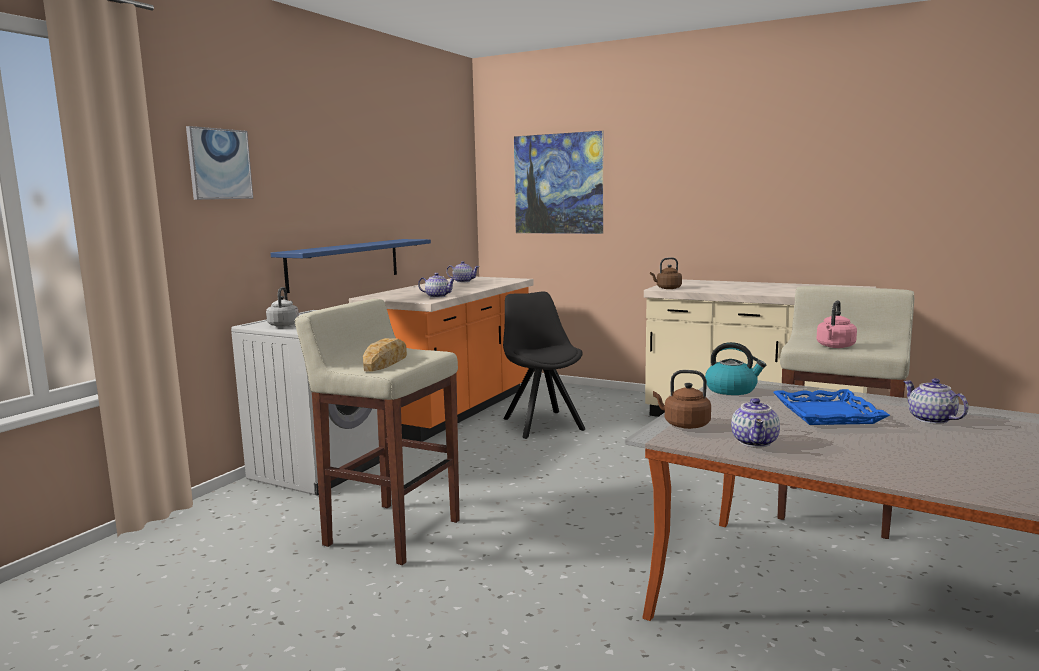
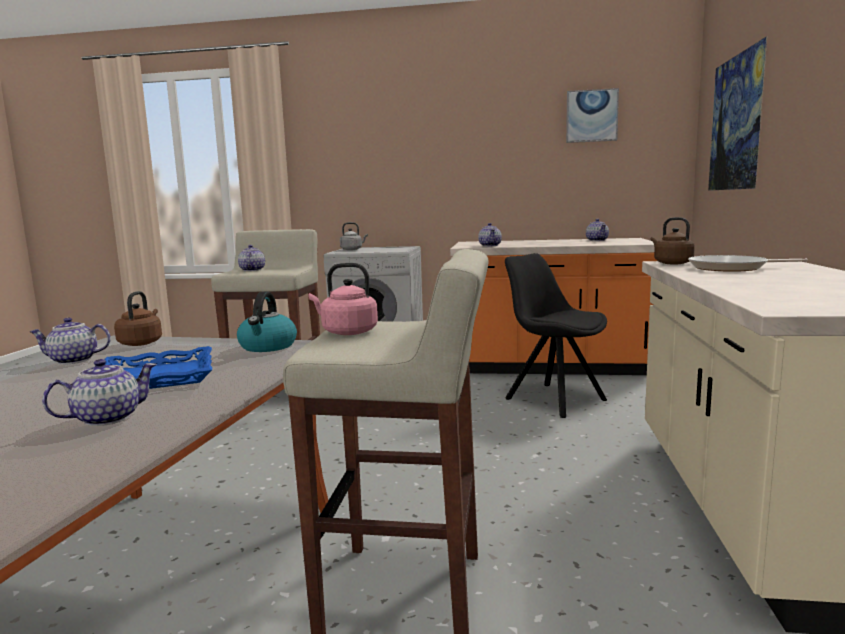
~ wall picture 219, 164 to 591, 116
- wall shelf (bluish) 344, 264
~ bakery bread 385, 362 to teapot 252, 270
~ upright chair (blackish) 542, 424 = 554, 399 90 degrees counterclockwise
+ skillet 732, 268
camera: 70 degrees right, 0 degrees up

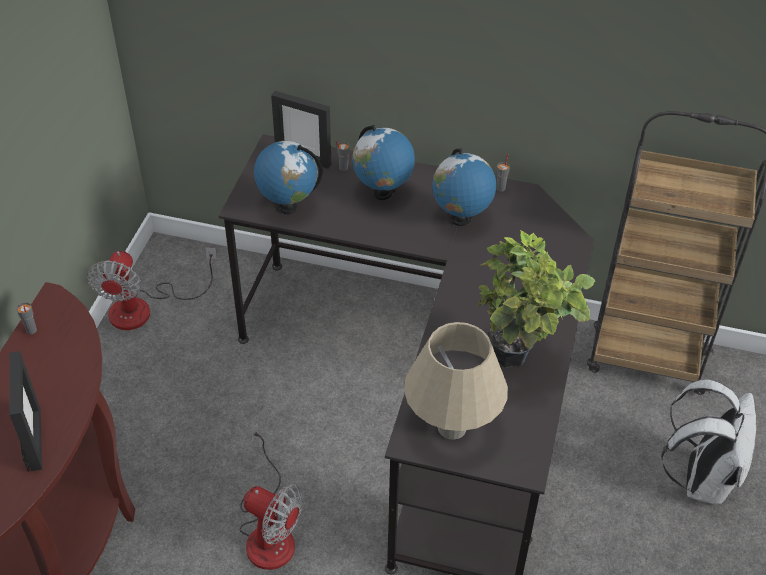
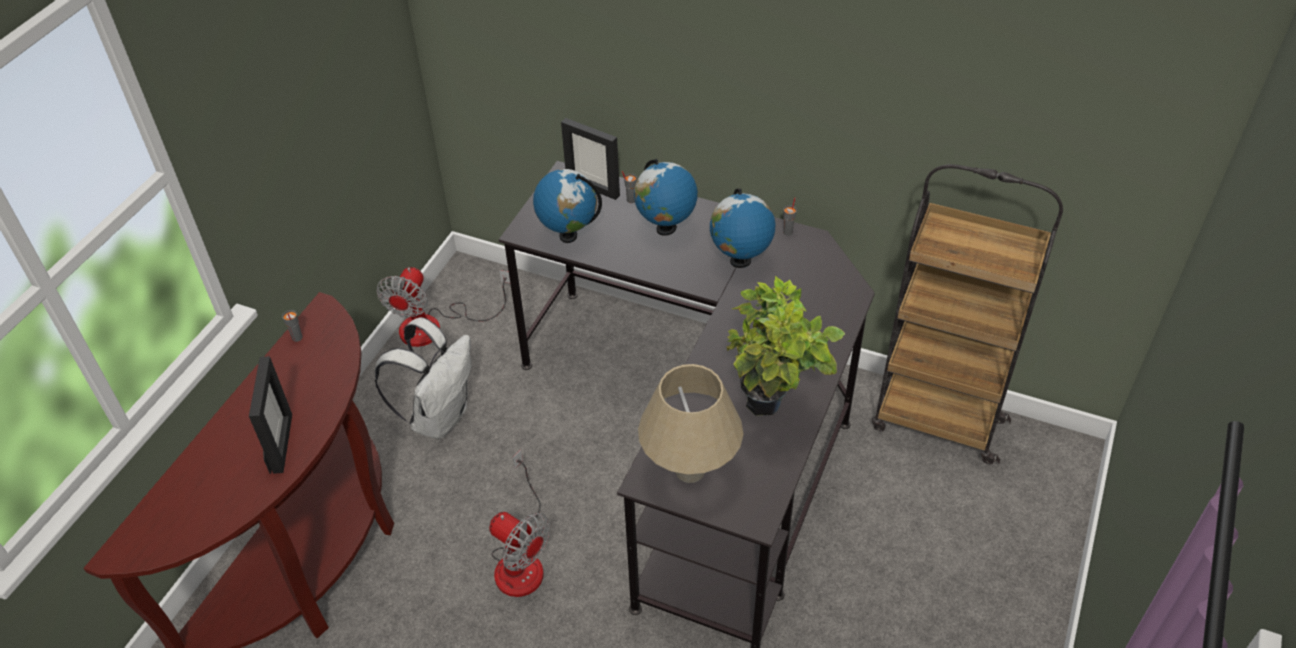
~ rucksack (whitish) 701, 478 to 439, 416
camera: 10 degrees right, 0 degrees up

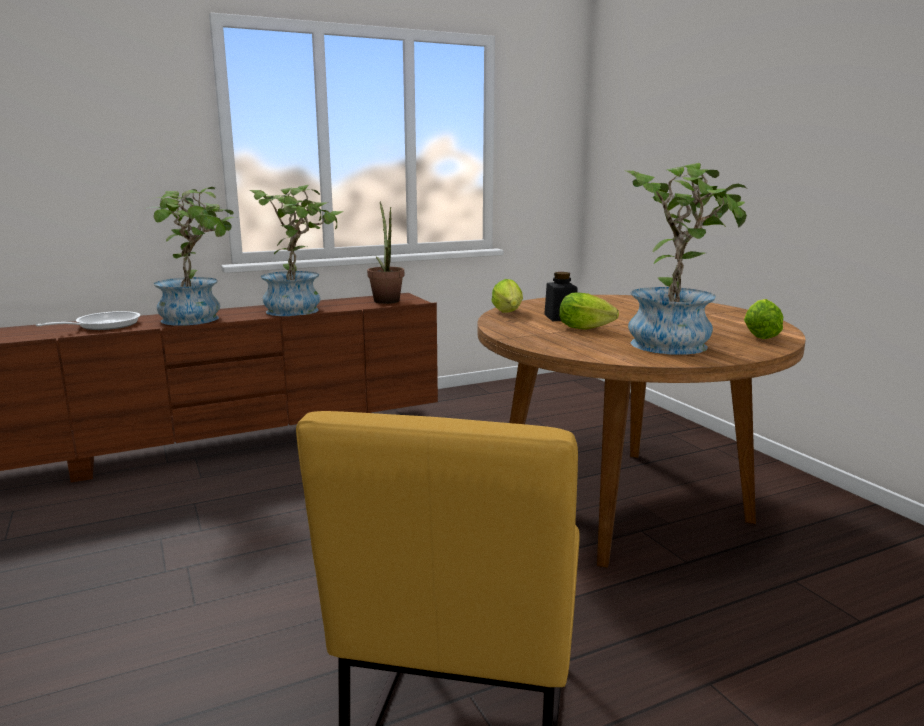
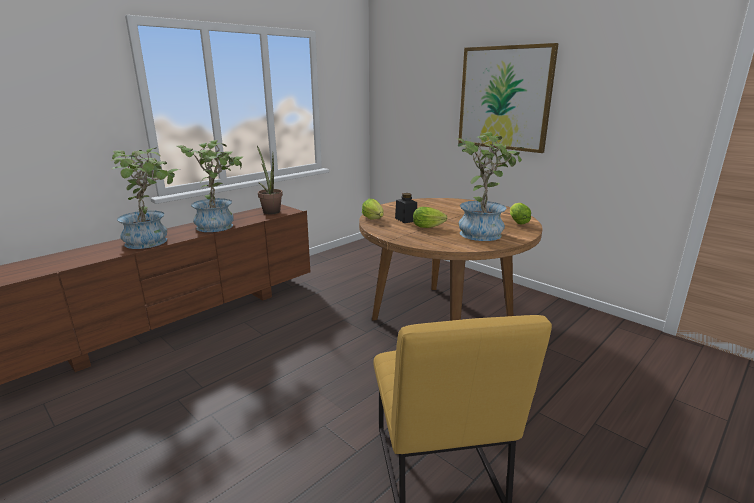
- skillet 103, 325
+ wall picture 504, 98
camera: 20 degrees left, 5 degrees up

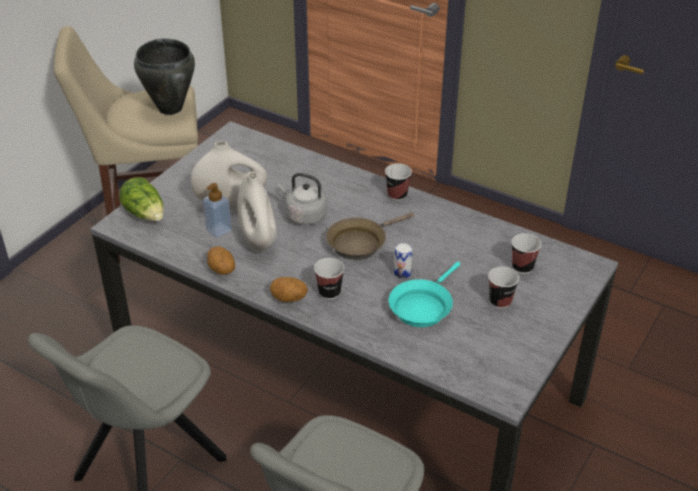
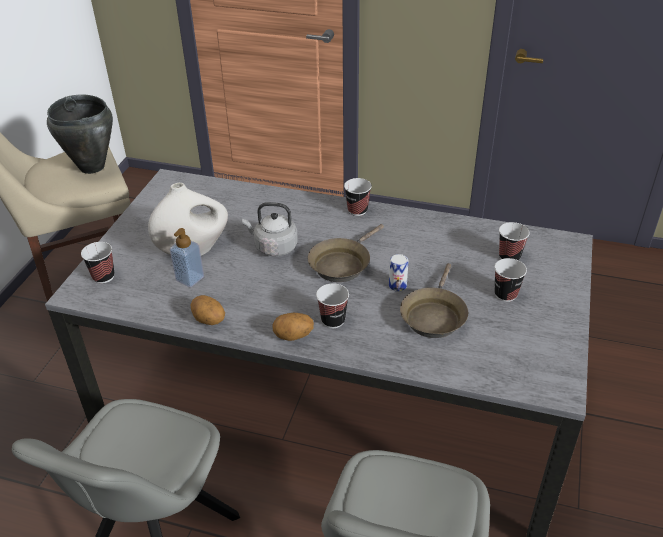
~ lettuce head 146, 214 to cup 103, 276
- flower vase (whitish) 258, 241
~ skillet (turquoise-coloured) 422, 306 to skillet (brown) 433, 315
camera: 15 degrees left, 0 degrees up

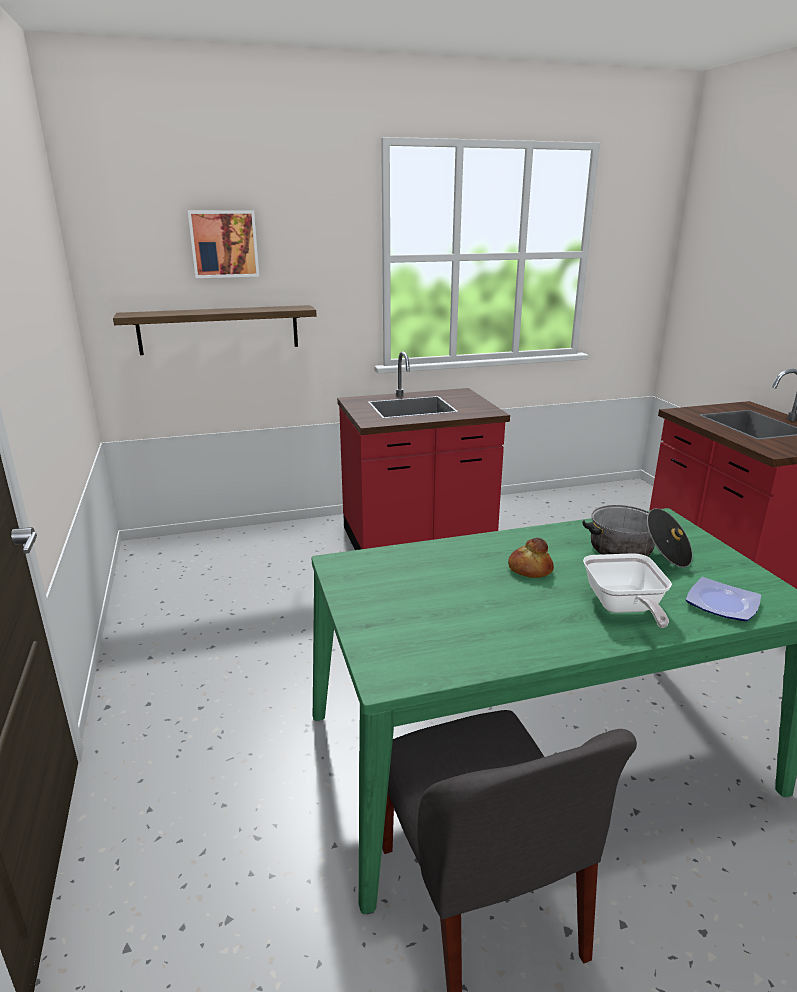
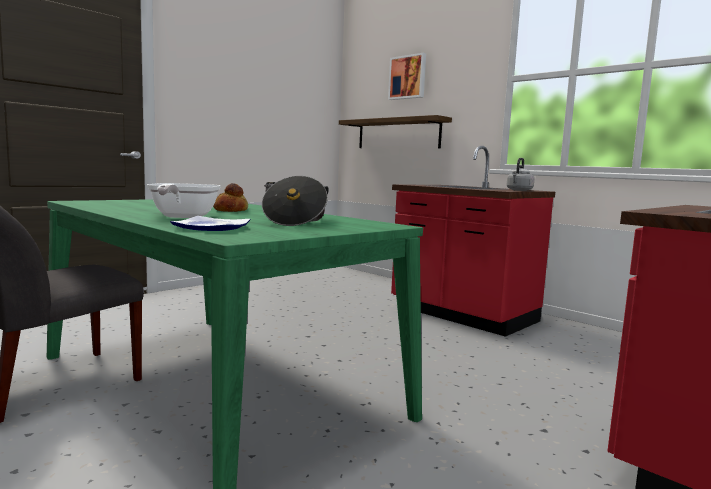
~ skillet 623, 608 = 182, 217 60 degrees counterclockwise
+ kettle (greyish) 519, 190
camera: 60 degrees right, 15 degrees down

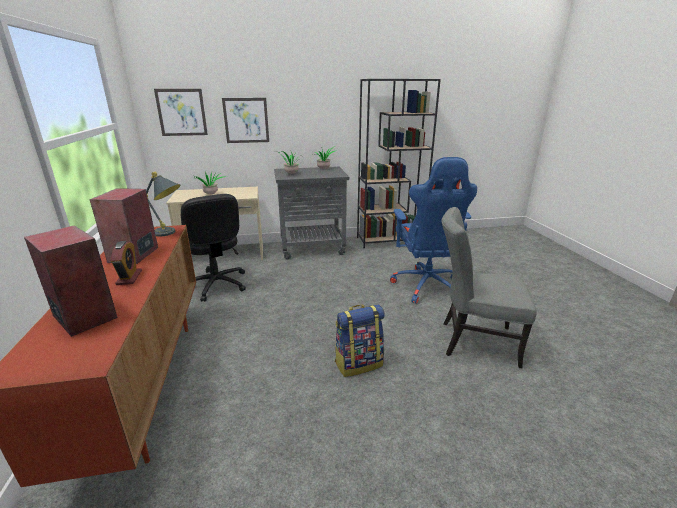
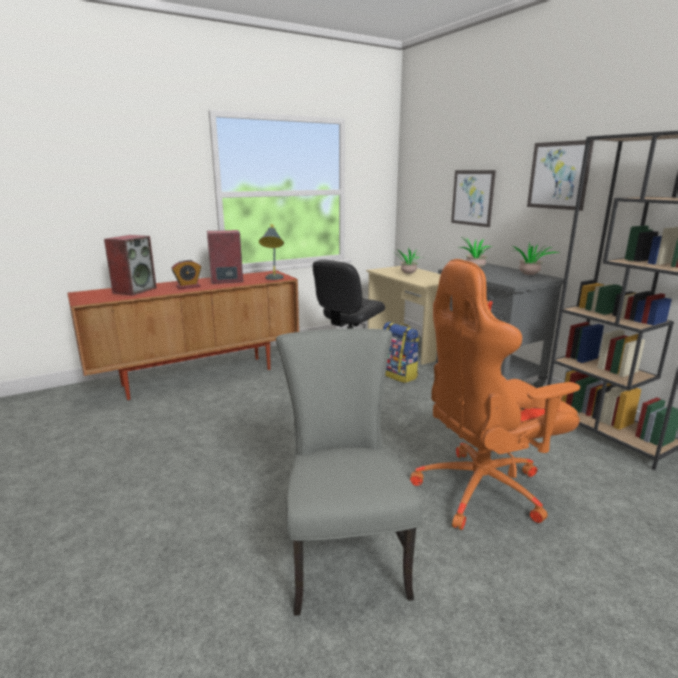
~ wall picture 181, 112 to 558, 175
~ rucksack 358, 363 to 399, 375
~ desk chair (bluish) 425, 283 to desk chair (orange-coloured) 488, 487
camera: 70 degrees right, 5 degrees down

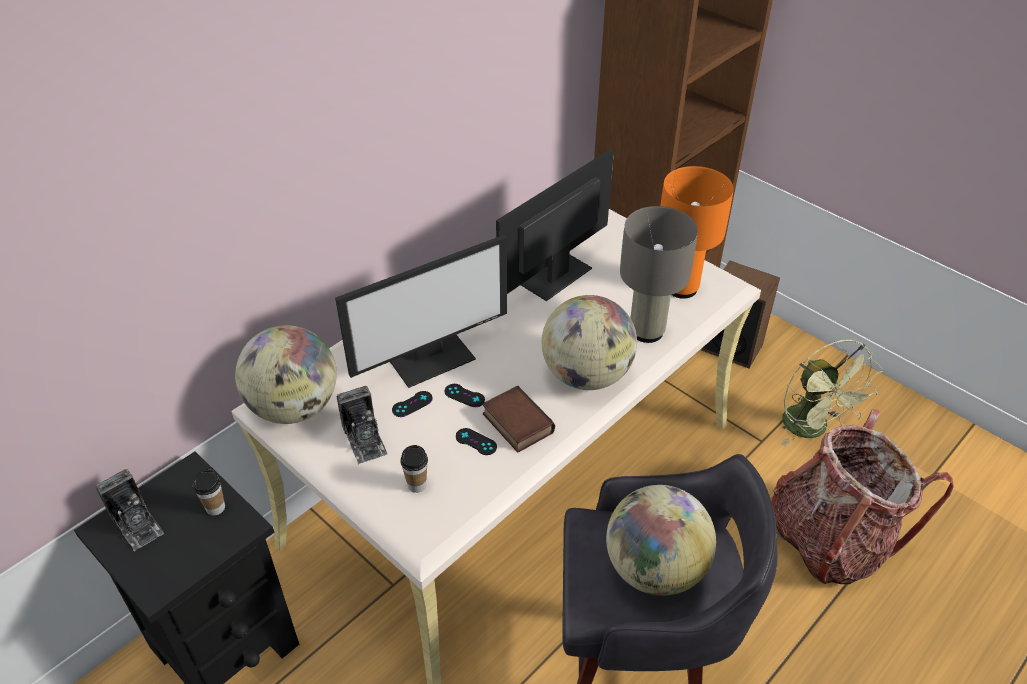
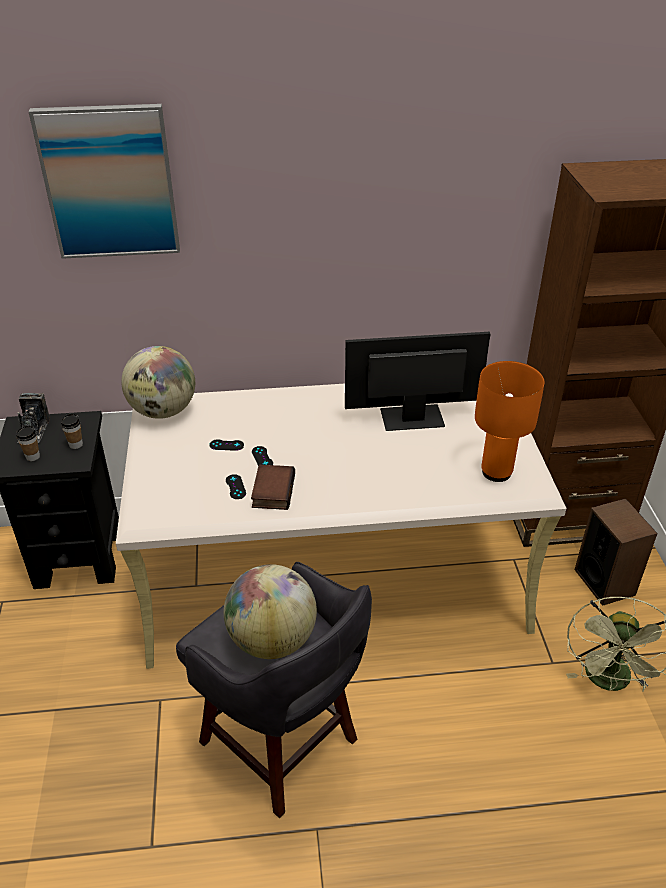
- computer screen 431, 358
- still camera 364, 439
~ cup 417, 485 to 33, 457
- desk globe 586, 375
- tabletop lamp (greyish) 647, 332
- rucksack 829, 539
+ wall picture 109, 182
camera: 40 degrees right, 5 degrees down

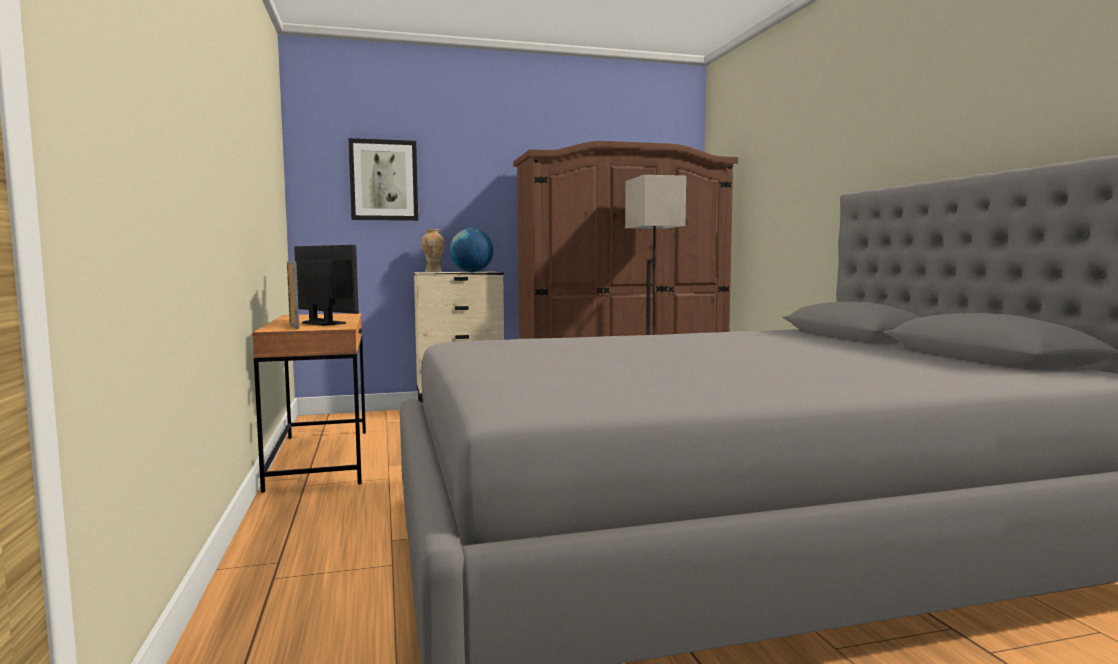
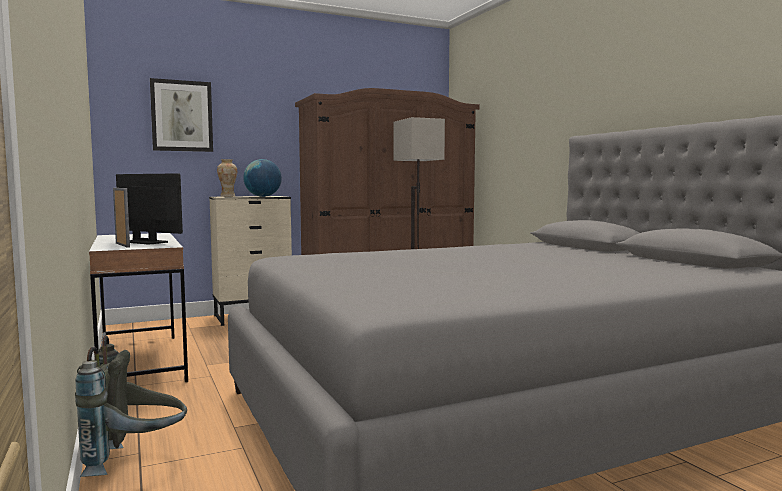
~ desk table (brown) 321, 458 to desk table (whitish) 141, 362
+ rucksack (greyish) 136, 461
camera: 10 degrees left, 0 degrees up

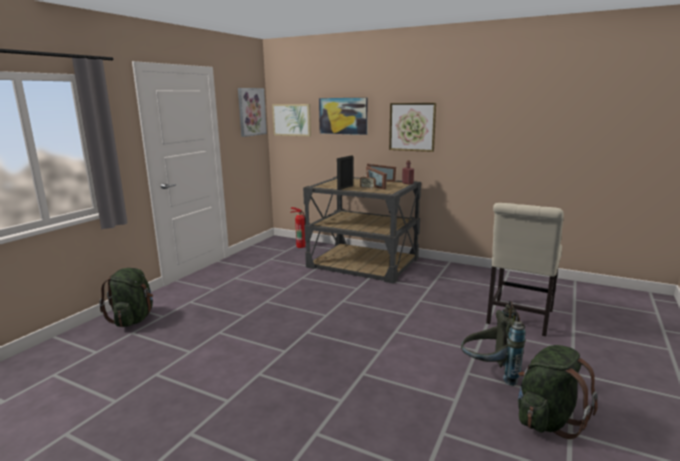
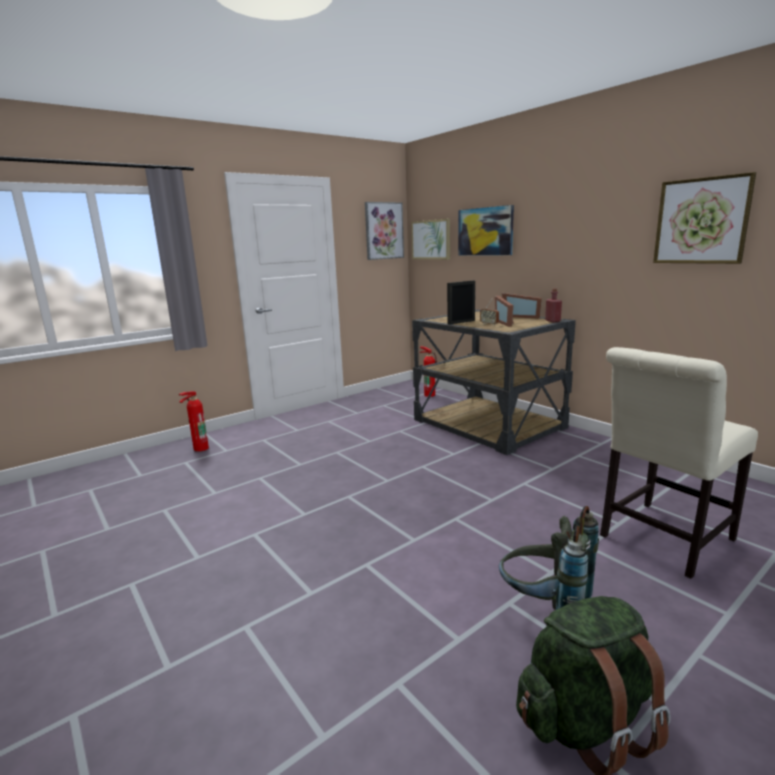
~ rucksack (green-coloured) 133, 319 to fire extinguisher 199, 449
~ wall picture 412, 127 to 701, 221
camera: 25 degrees right, 0 degrees up

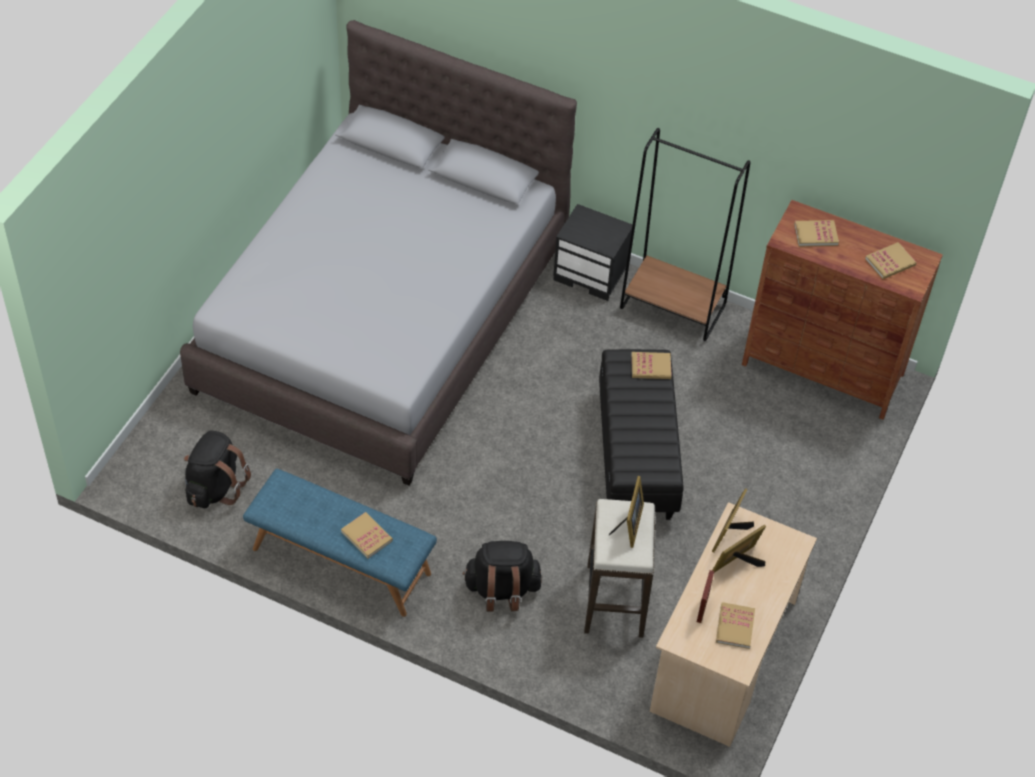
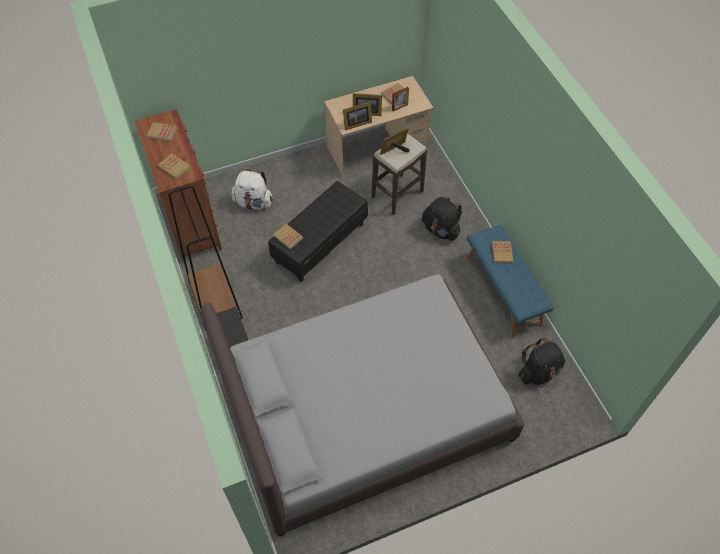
+ rucksack (whitish) 254, 202
camera: 135 degrees left, 5 degrees up

